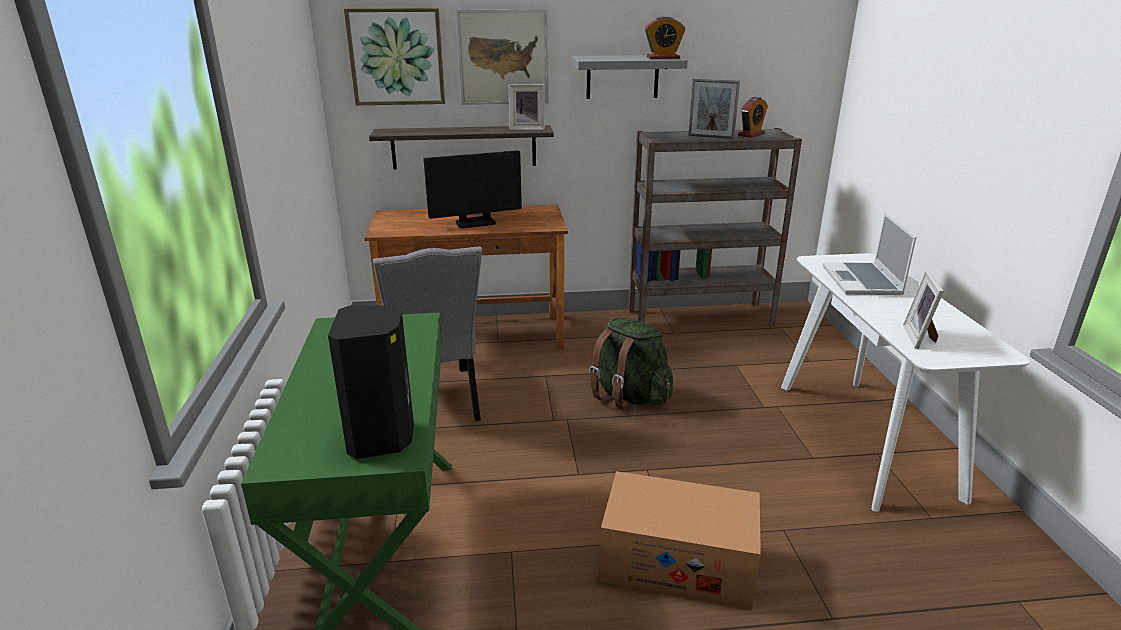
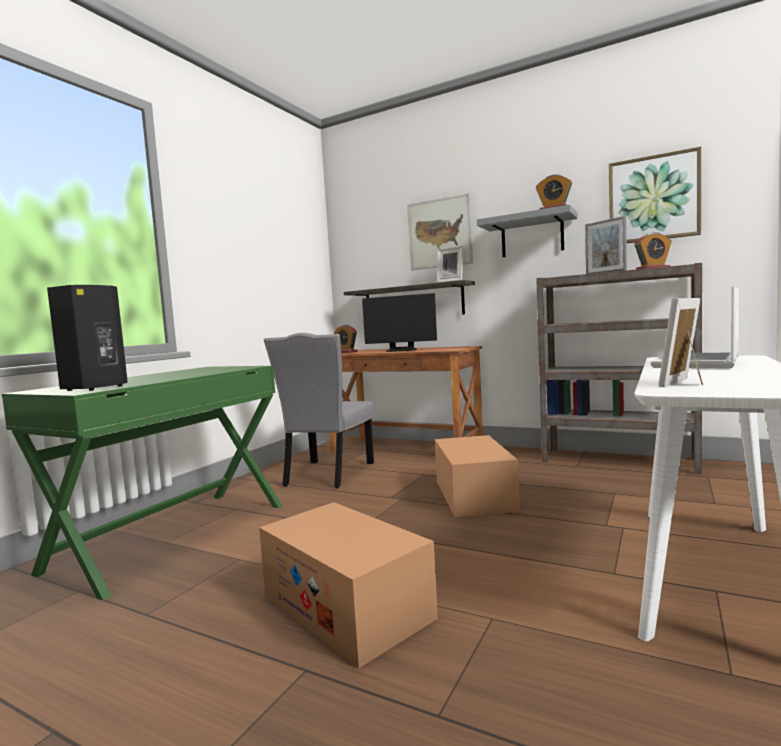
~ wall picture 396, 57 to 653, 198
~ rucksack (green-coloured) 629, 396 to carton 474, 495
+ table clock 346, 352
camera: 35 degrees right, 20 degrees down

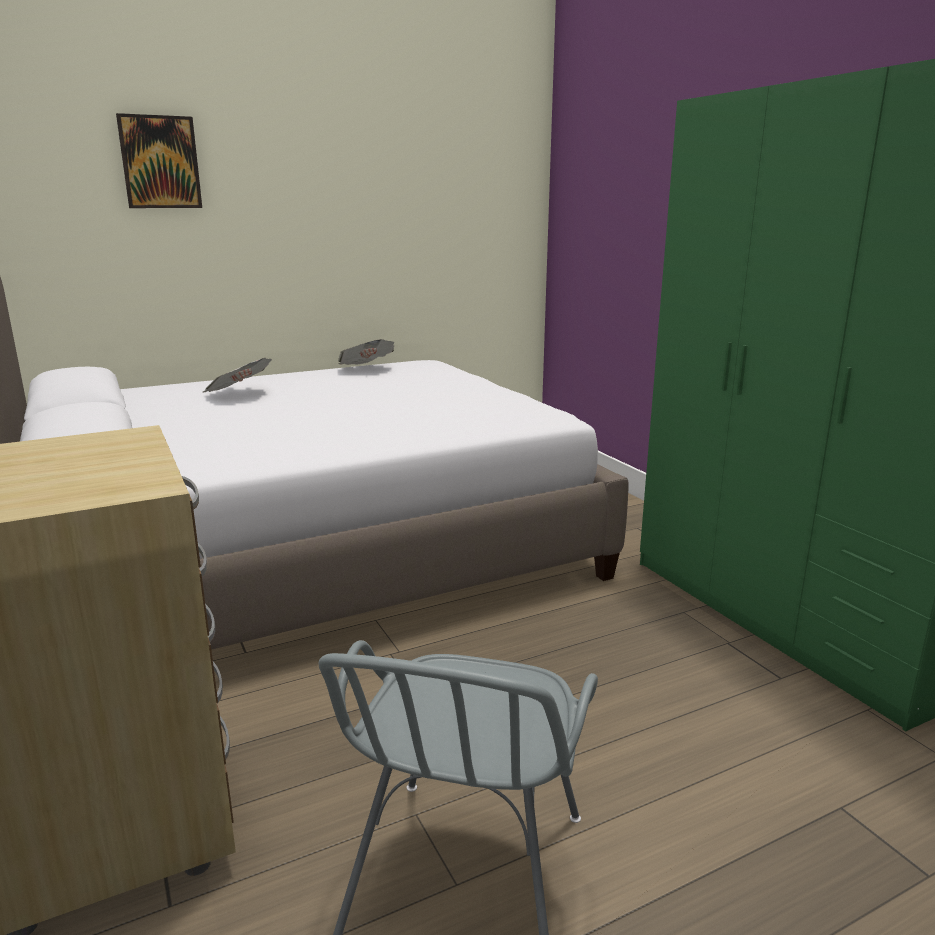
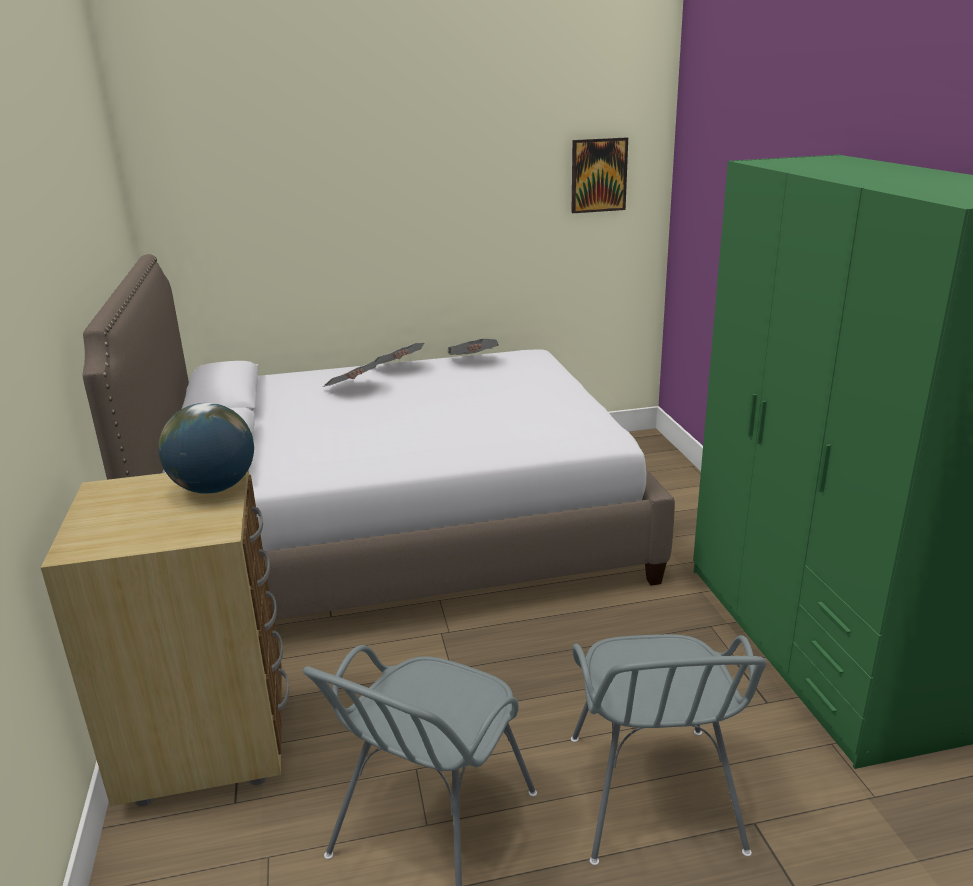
~ wall picture 160, 162 to 598, 175
+ desk globe 215, 488
+ newspaper 398, 368
+ upright chair (greyish) 654, 798
camera: 15 degrees right, 5 degrees up

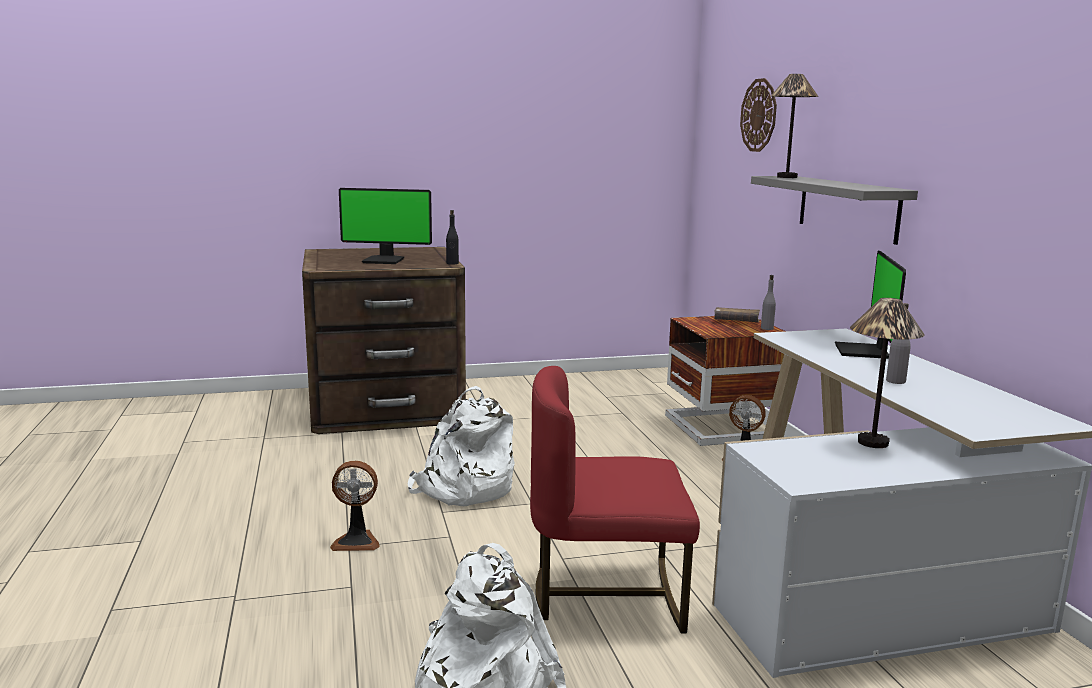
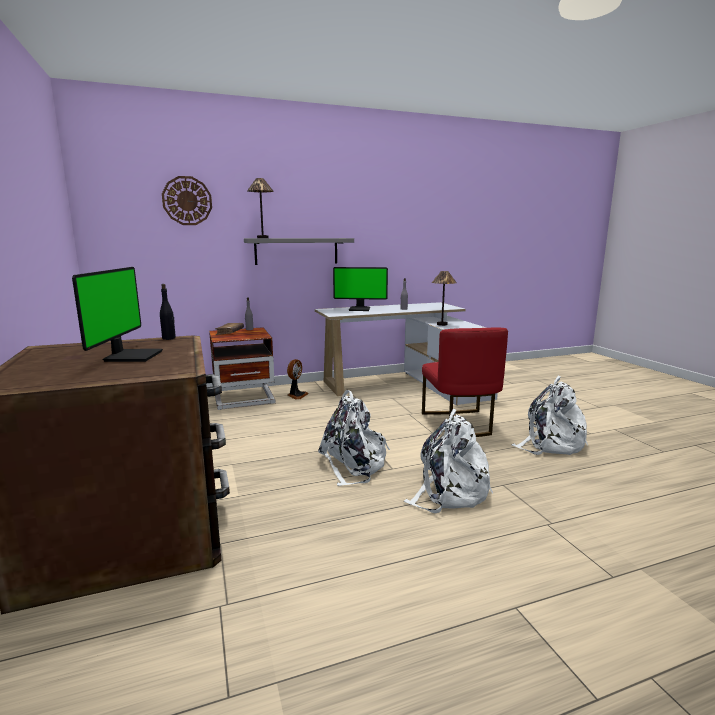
~ fan 357, 541 to rucksack (whitish) 449, 492
camera: 95 degrees left, 0 degrees up

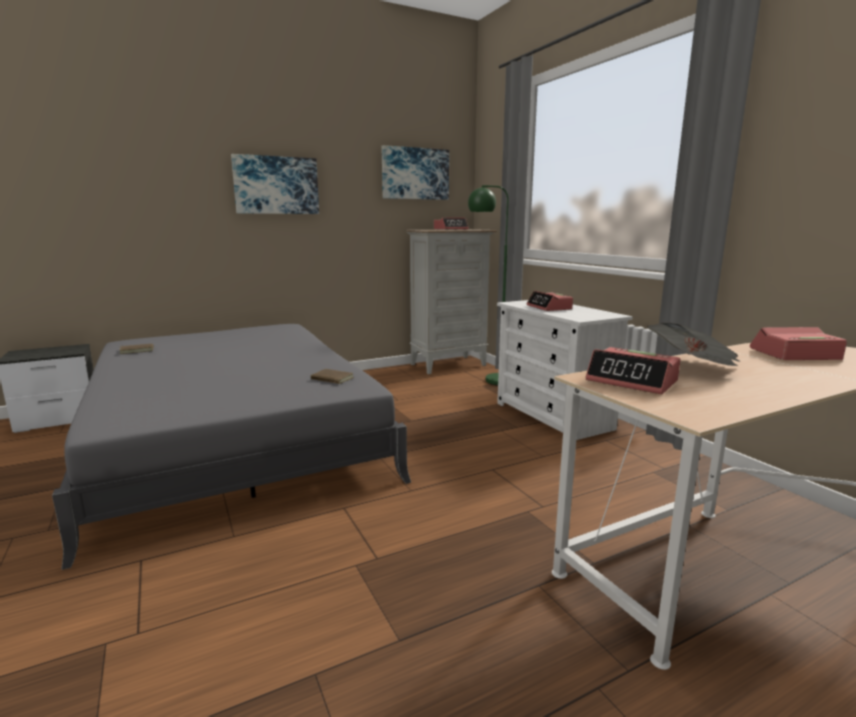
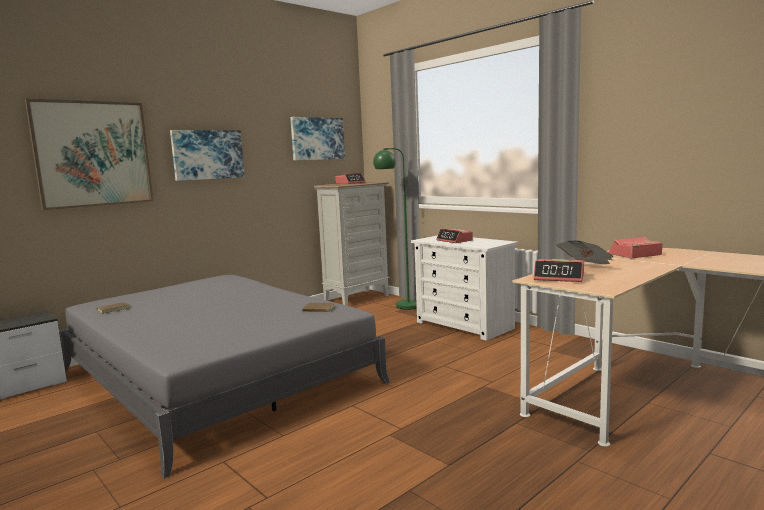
+ wall picture 93, 154
camera: 15 degrees left, 5 degrees down

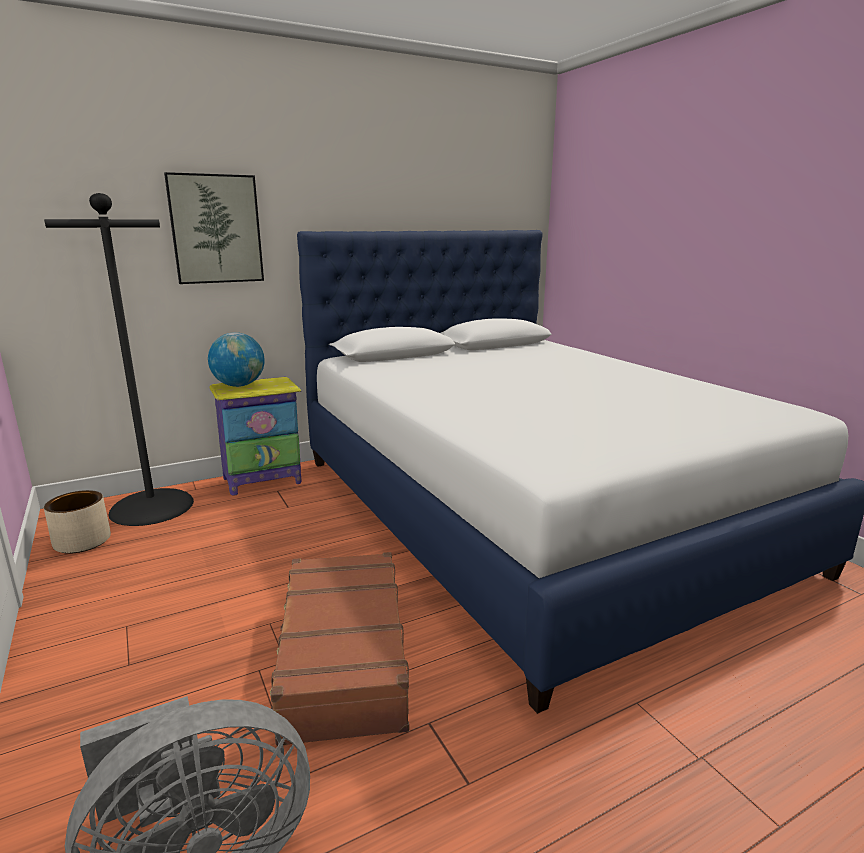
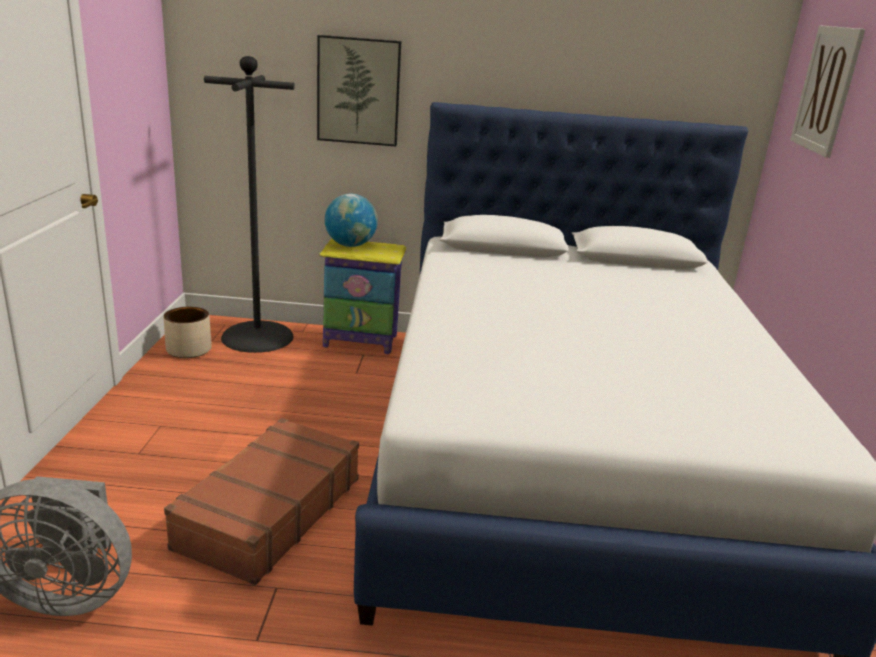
+ wall picture 826, 89
camera: 30 degrees right, 5 degrees up

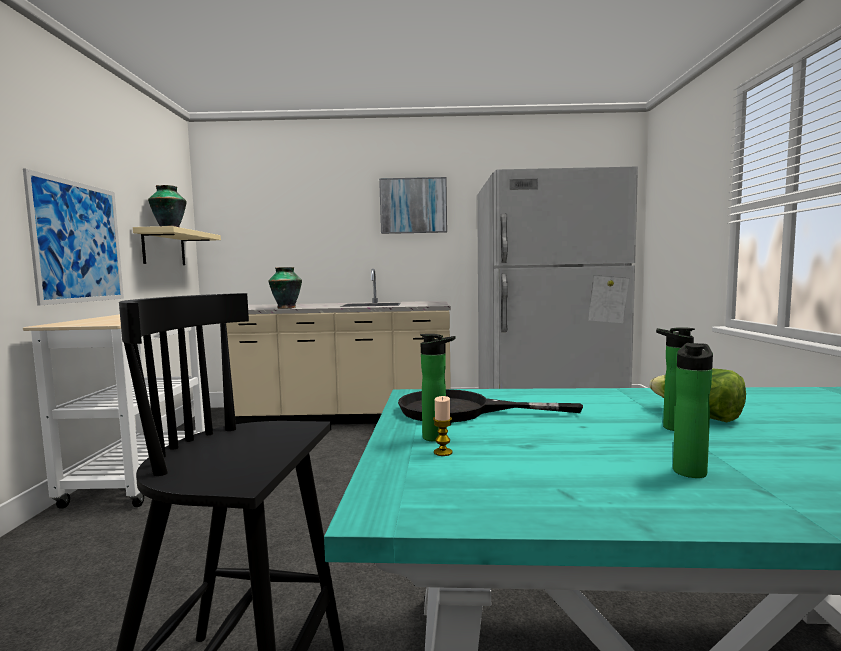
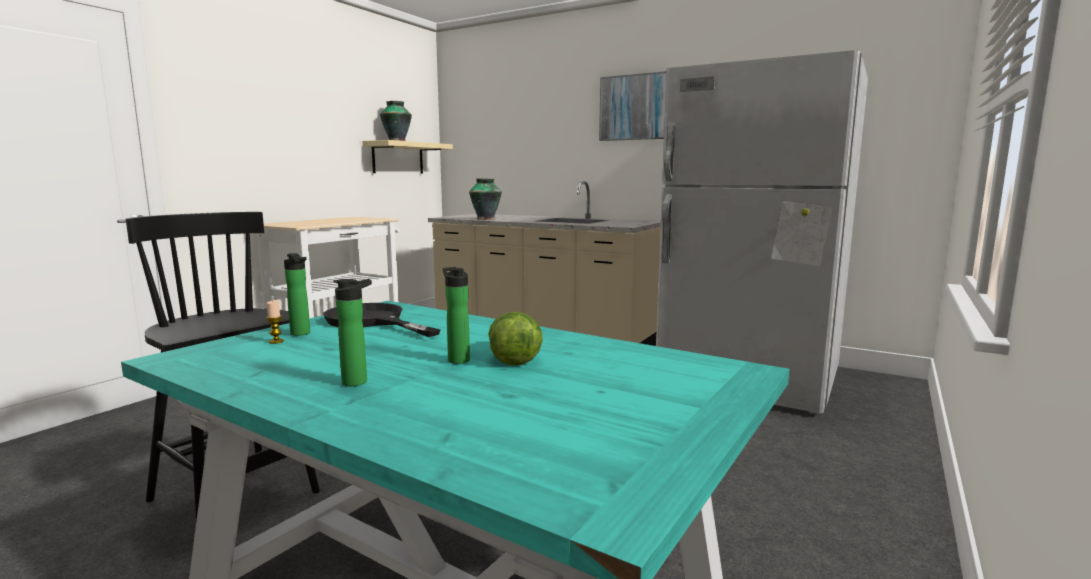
- wall picture 78, 242
camera: 30 degrees right, 5 degrees up

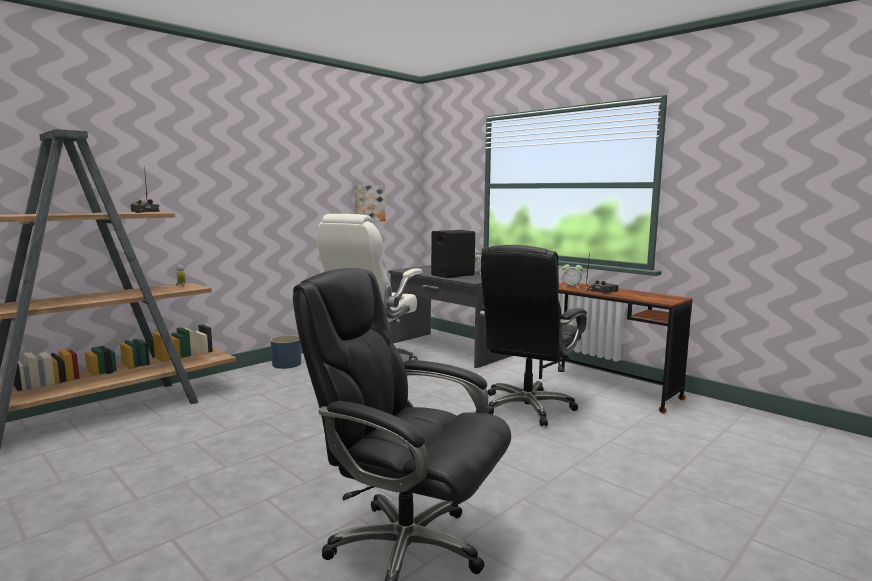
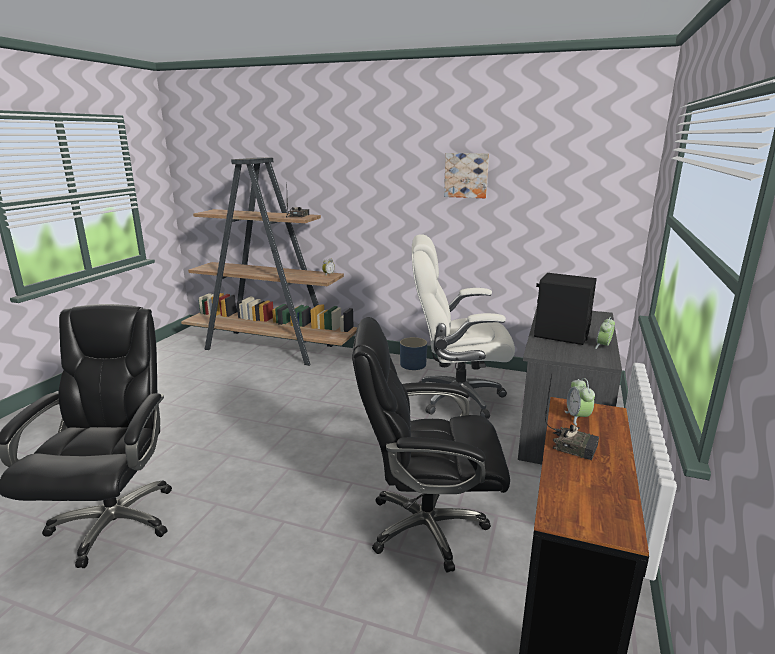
~ wall picture 369, 203 to 466, 175
camera: 65 degrees right, 10 degrees up

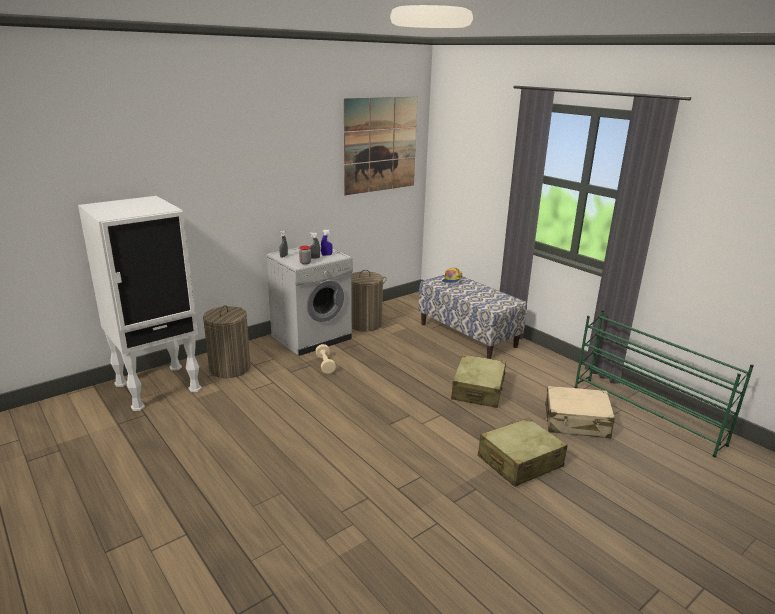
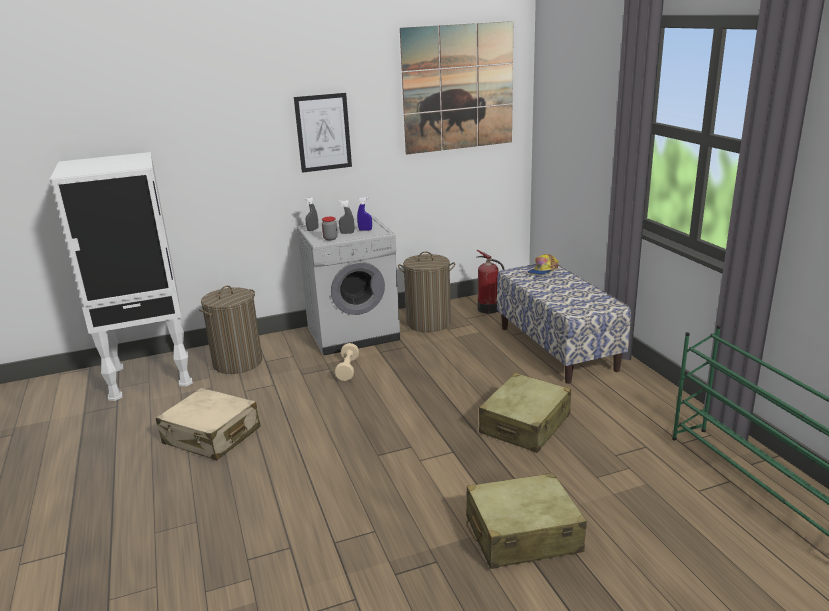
~ travel case (beige-coloured) 576, 422 to 211, 436
+ wall picture 323, 132
+ fire extinguisher 489, 309
camera: 20 degrees right, 0 degrees up

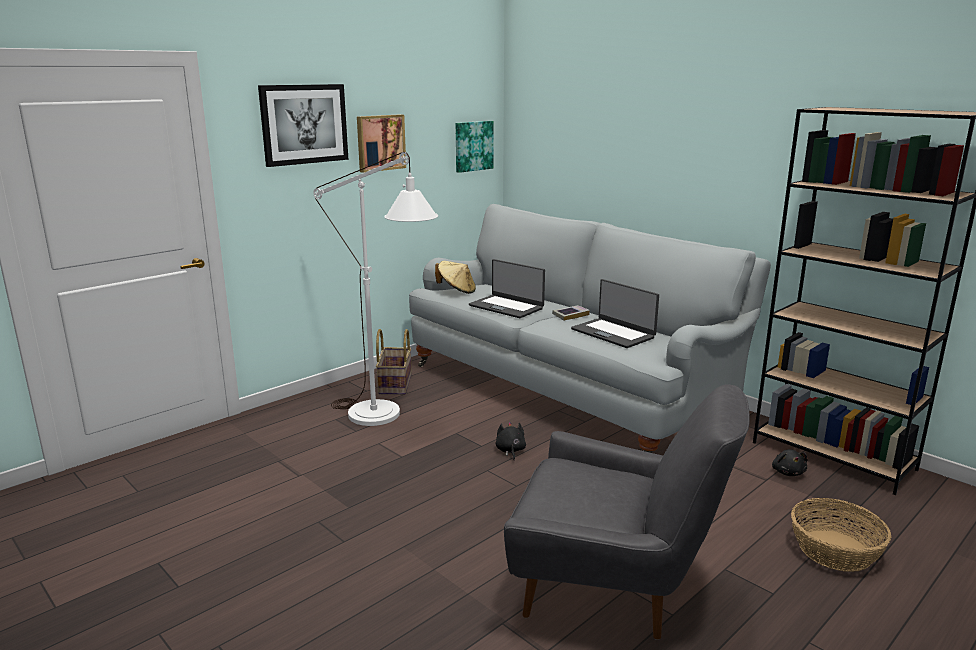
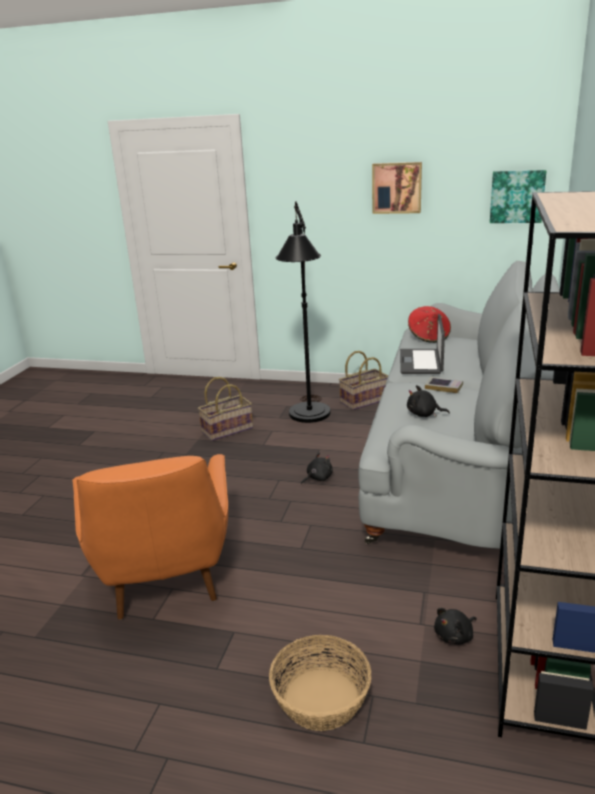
- wall picture 304, 124
~ standard lamp (whitish) 385, 418 to standard lamp (blackish) 309, 419
~ wearable hat (beige-coloured) 456, 291 to wearable hat (red-coloured) 429, 337
~ easy chair (greyish) 612, 590 to easy chair (orange-coloured) 165, 582
~ laptop 613, 333 to plush toy (blackish) 424, 414
+ household basket 227, 430
camera: 60 degrees right, 5 degrees up

